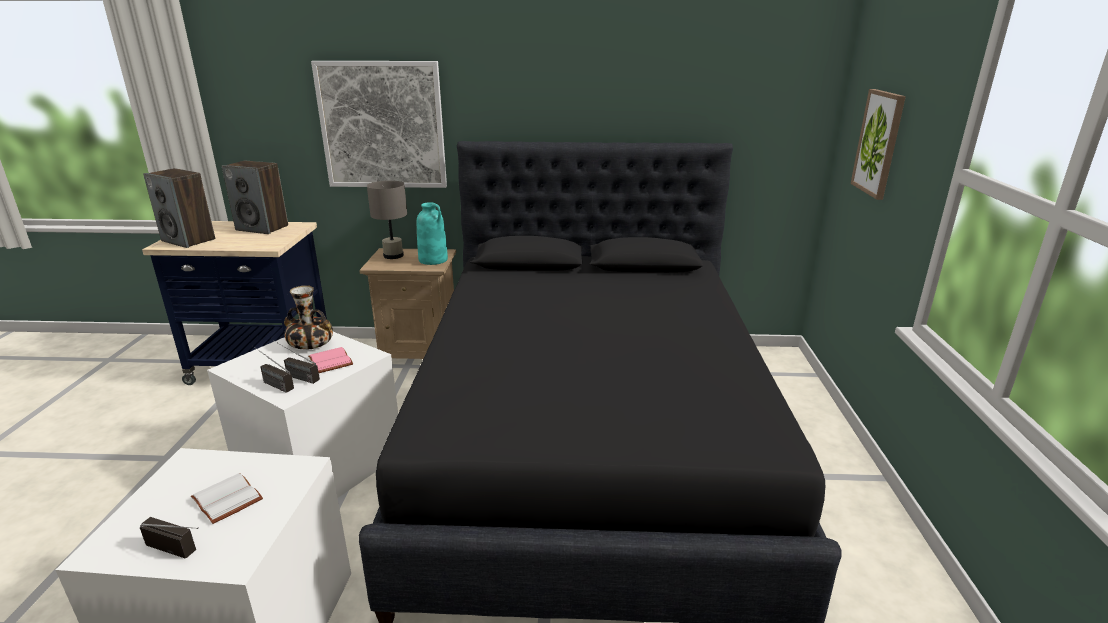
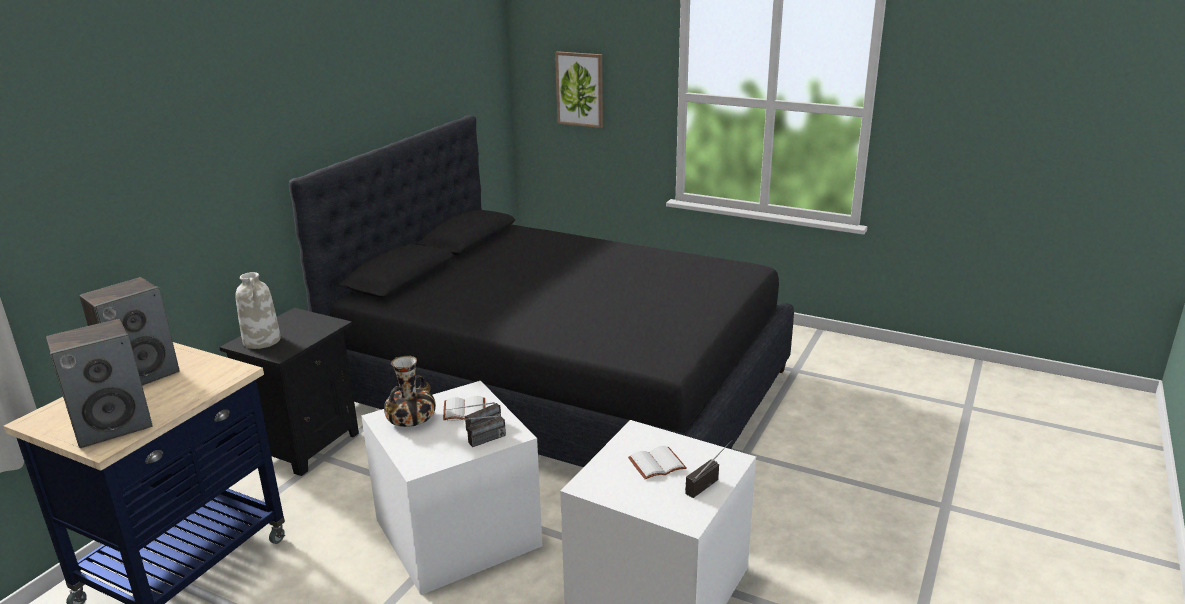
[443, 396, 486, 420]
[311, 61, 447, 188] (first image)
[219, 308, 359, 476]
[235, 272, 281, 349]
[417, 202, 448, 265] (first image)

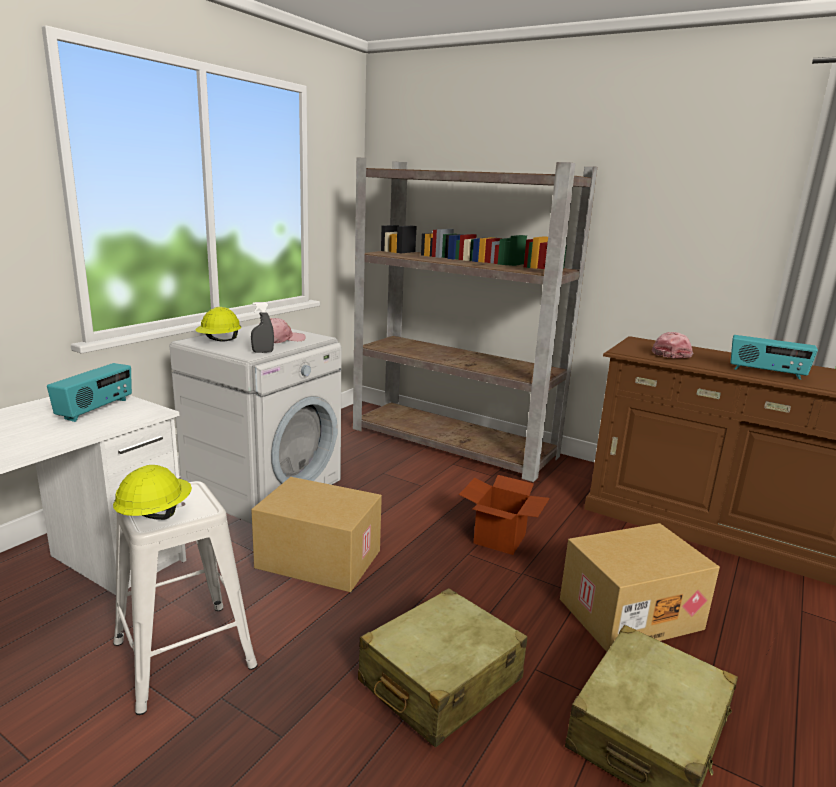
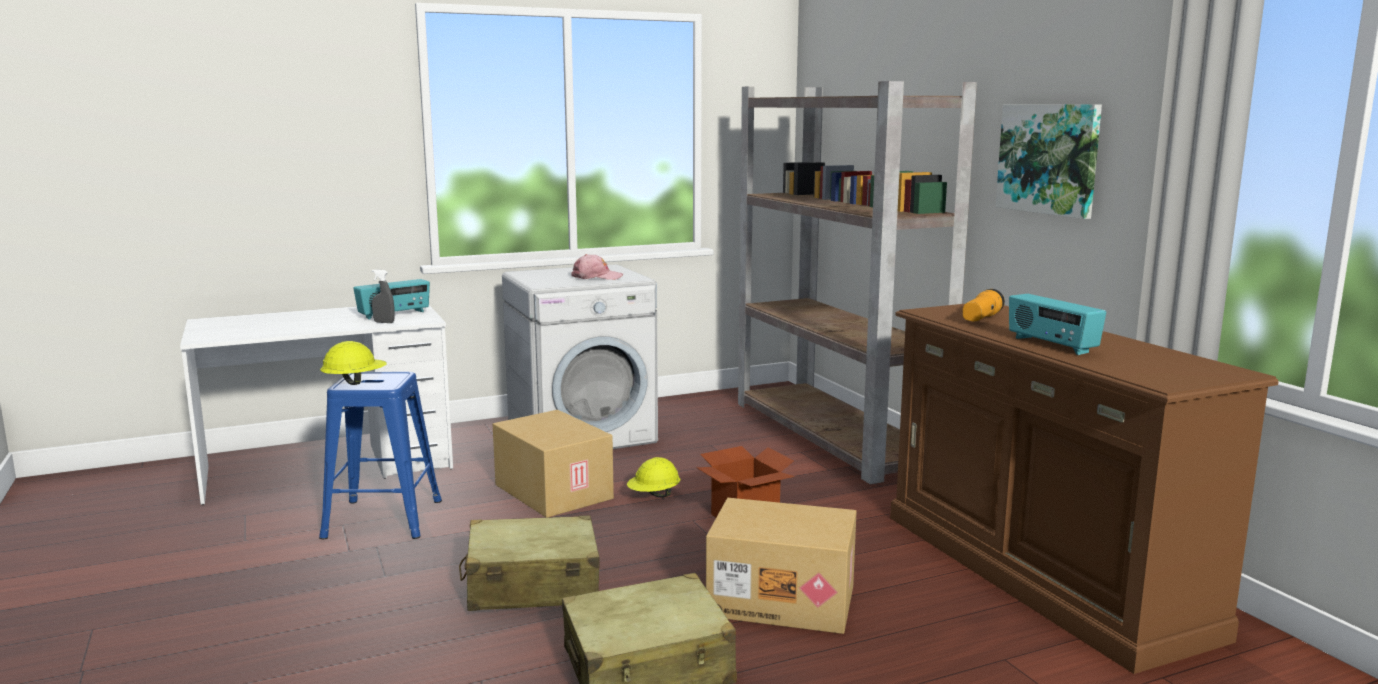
[319, 372, 442, 539]
[627, 457, 680, 498]
[372, 269, 395, 323]
[962, 289, 1005, 322]
[996, 104, 1102, 219]

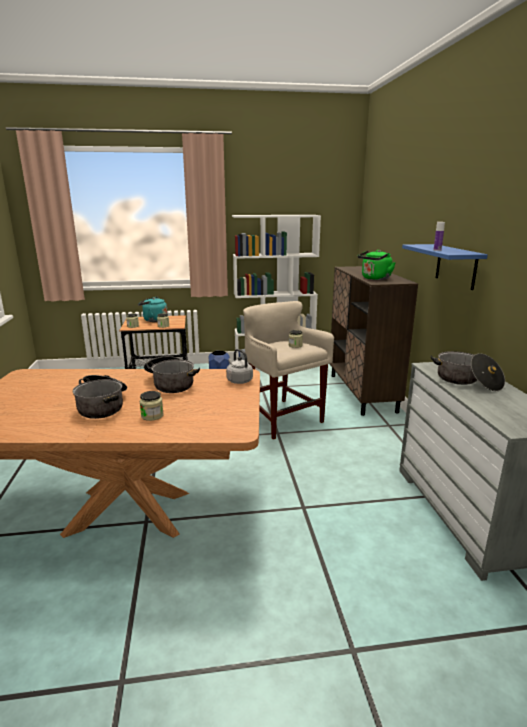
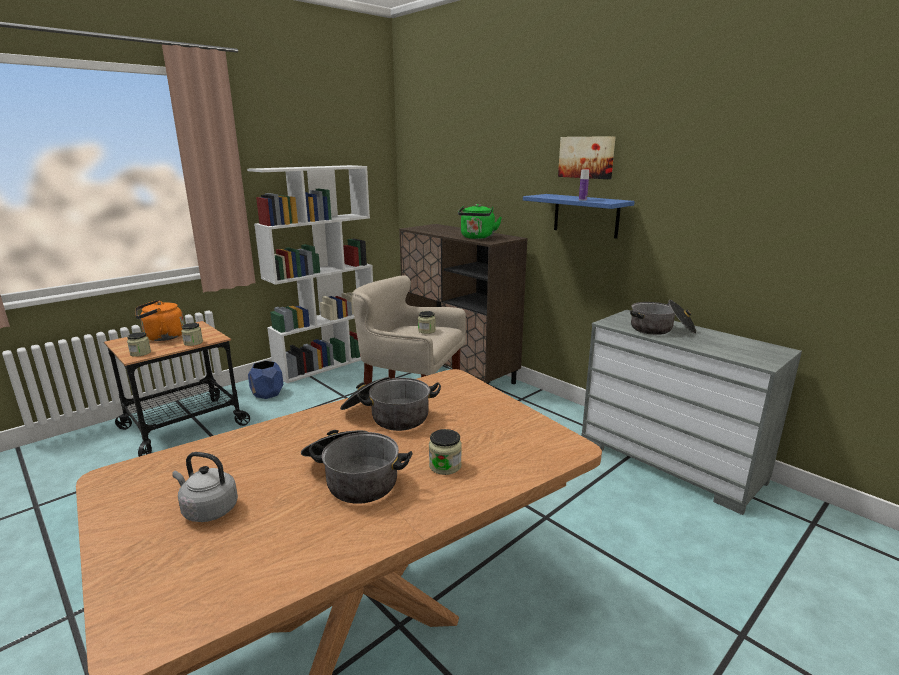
[135, 300, 184, 341]
[172, 452, 238, 522]
[558, 136, 616, 179]

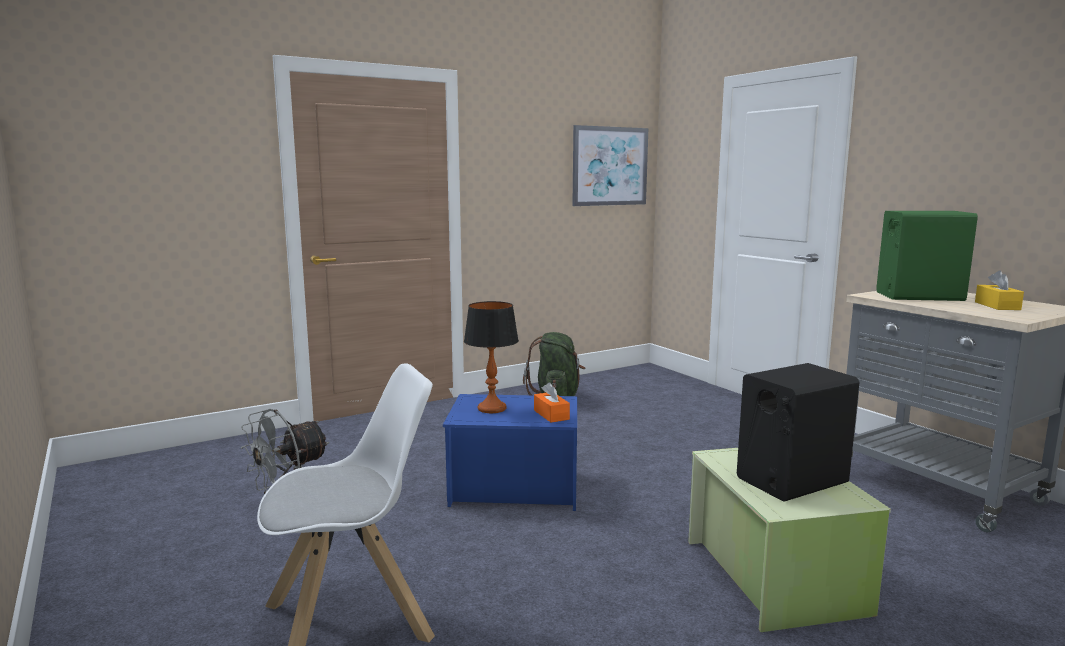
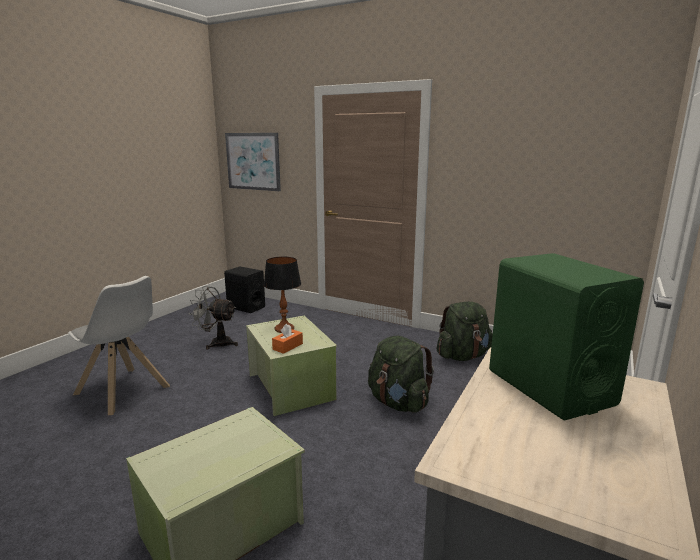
[246, 316, 337, 416]
[225, 133, 281, 191]
[224, 266, 265, 313]
[975, 270, 1024, 310] (first image)
[368, 335, 434, 413]

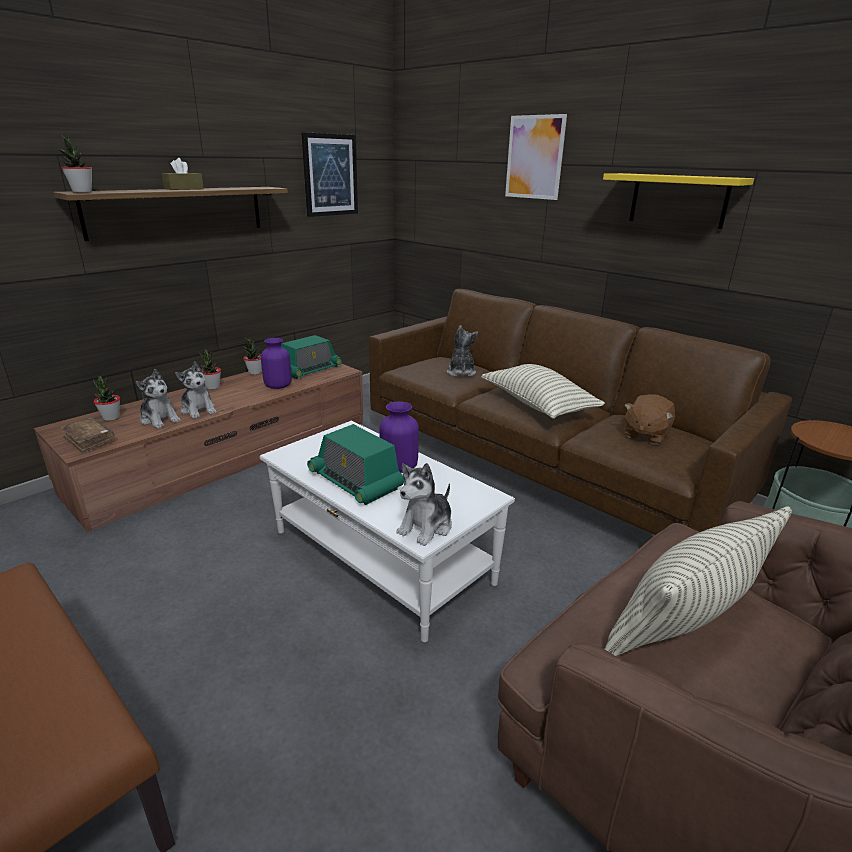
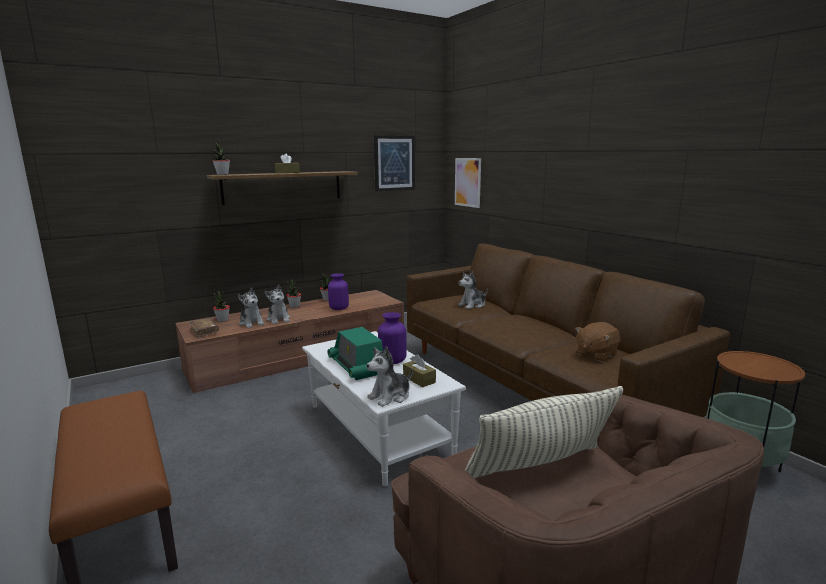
[281, 335, 342, 379] (first image)
[458, 271, 488, 309]
[481, 364, 605, 419] (first image)
[455, 158, 481, 208]
[603, 173, 754, 229] (first image)
[403, 354, 436, 387]

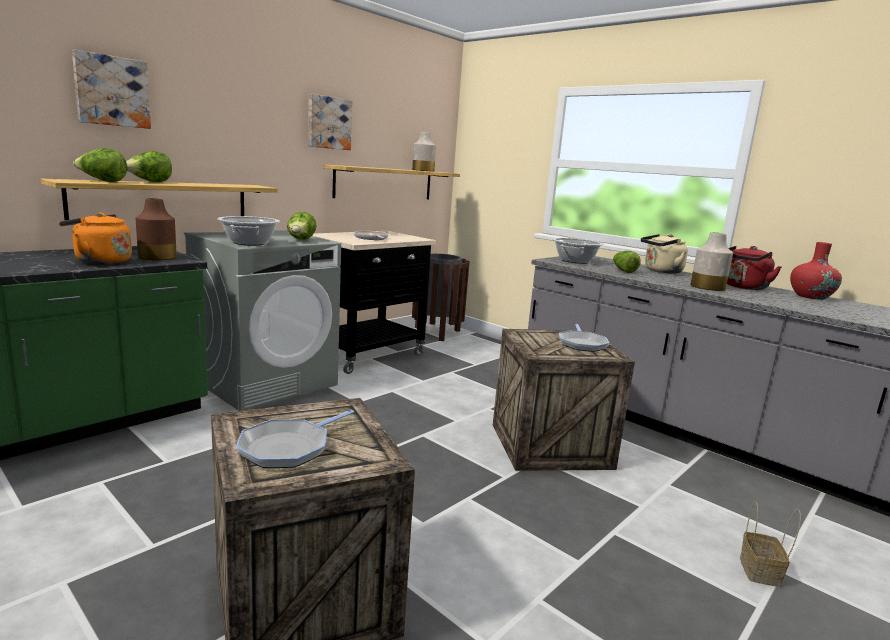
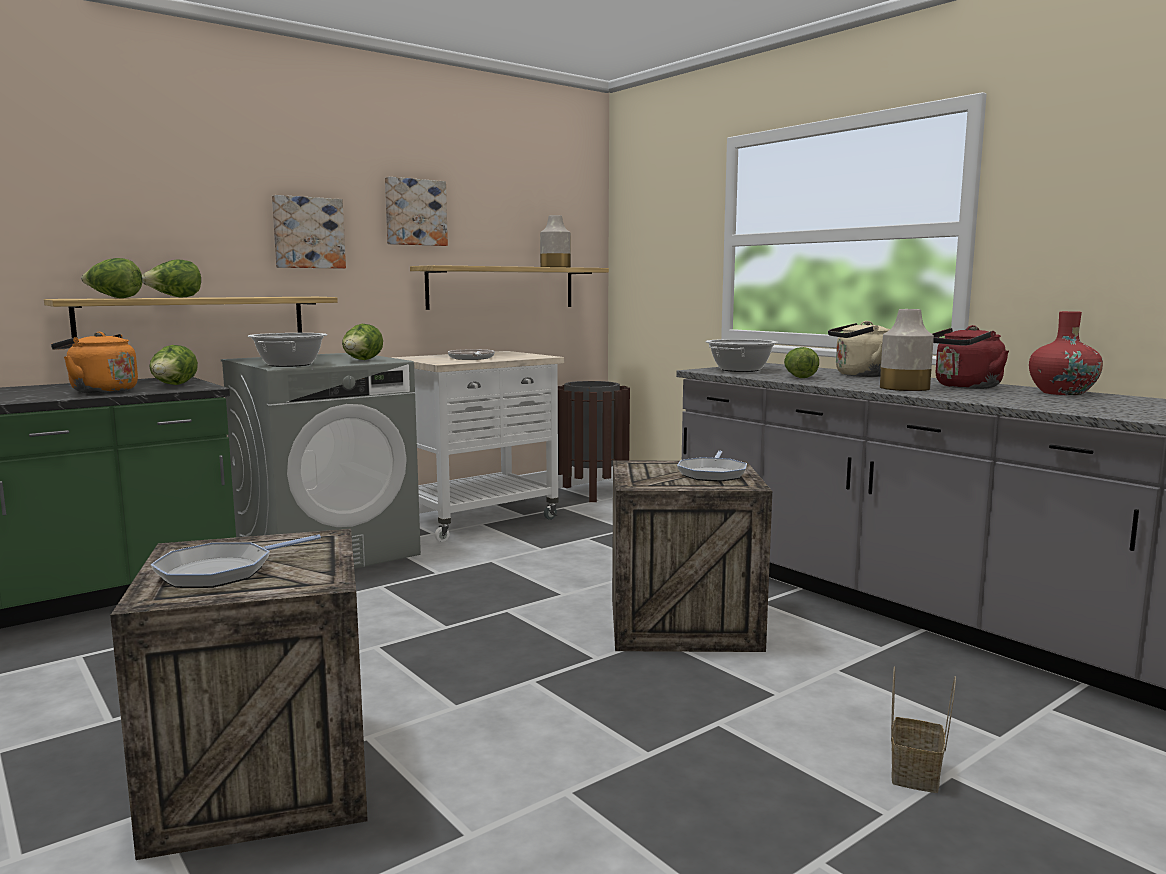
[272, 195, 346, 269]
[149, 345, 198, 385]
[391, 351, 564, 542]

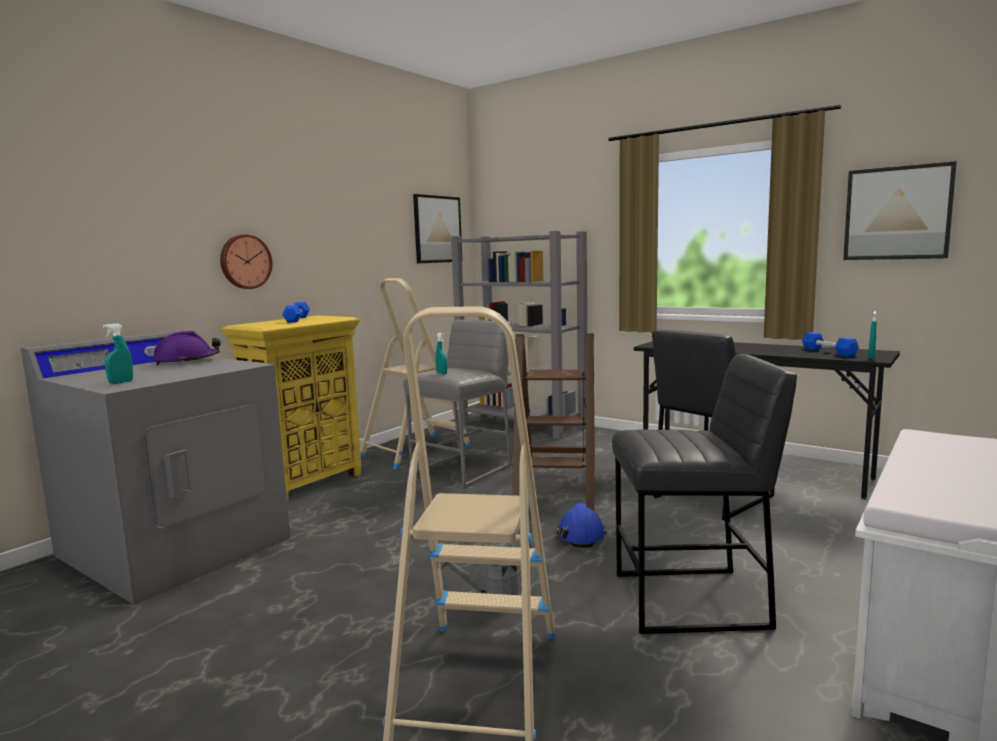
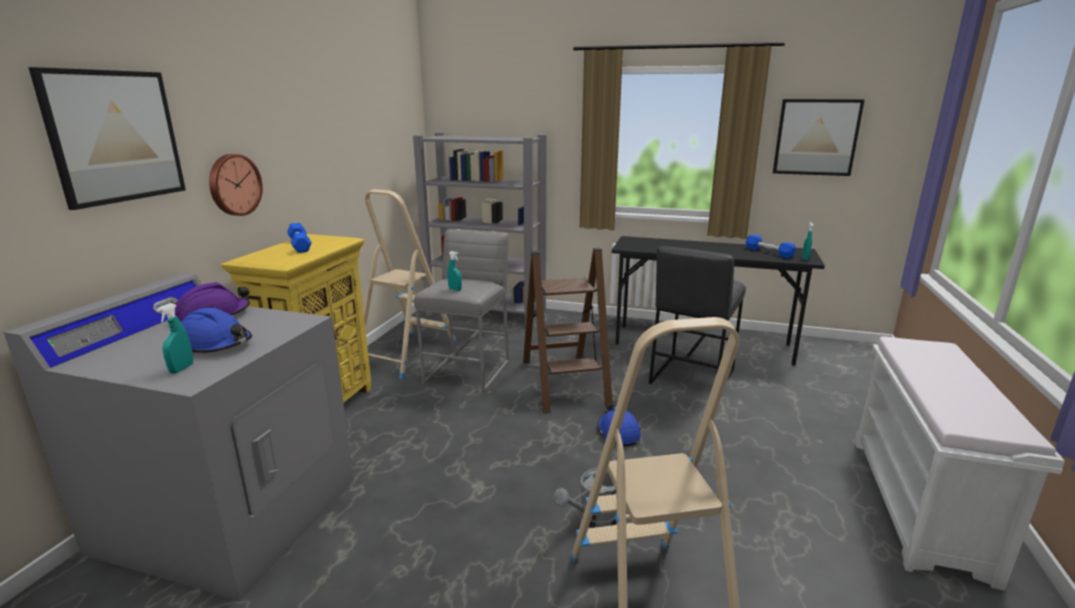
[28, 67, 186, 210]
[612, 354, 797, 634] (first image)
[181, 308, 252, 353]

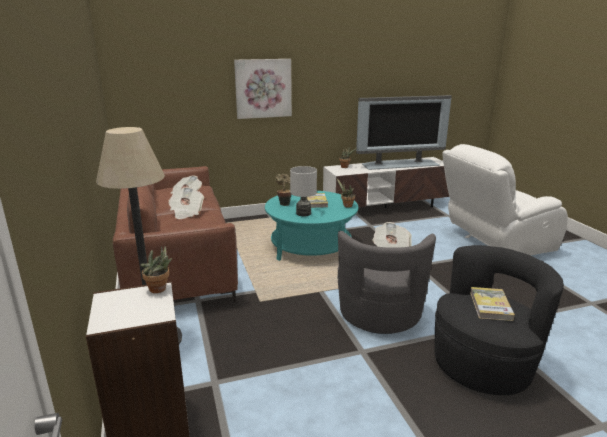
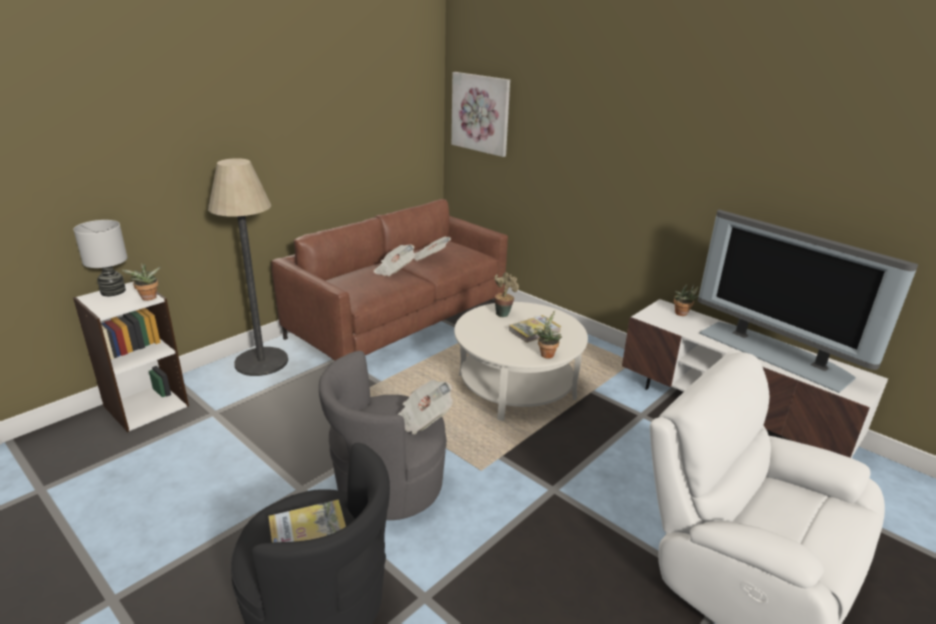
[451, 72, 510, 157]
[454, 302, 588, 421]
[73, 220, 128, 296]

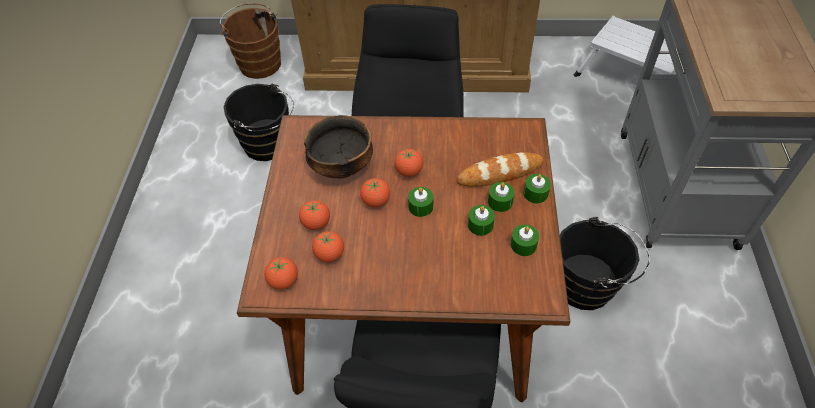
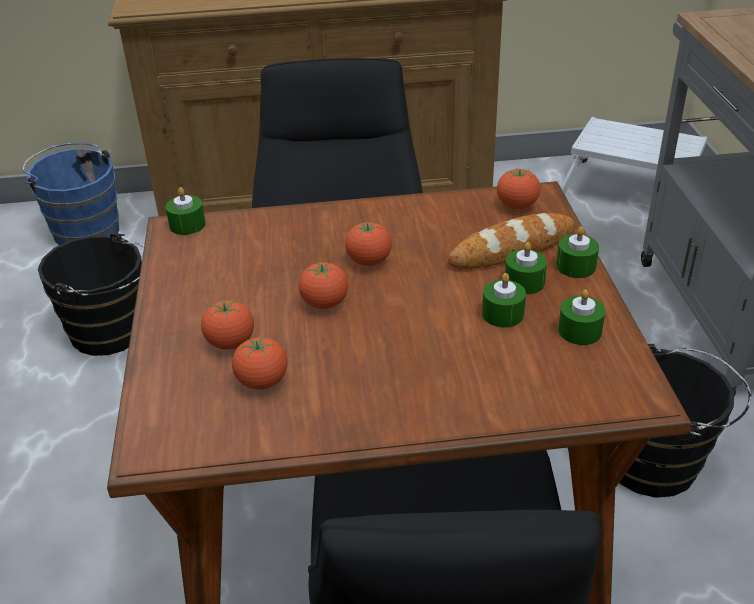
[23, 143, 119, 245]
[497, 168, 541, 209]
[304, 115, 373, 178] (first image)
[166, 187, 206, 235]

